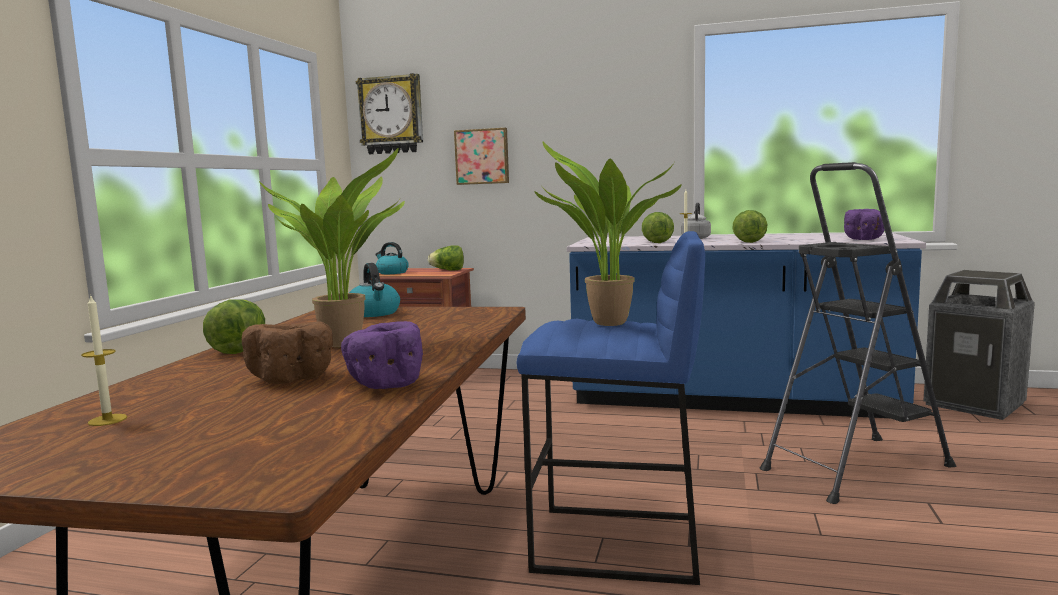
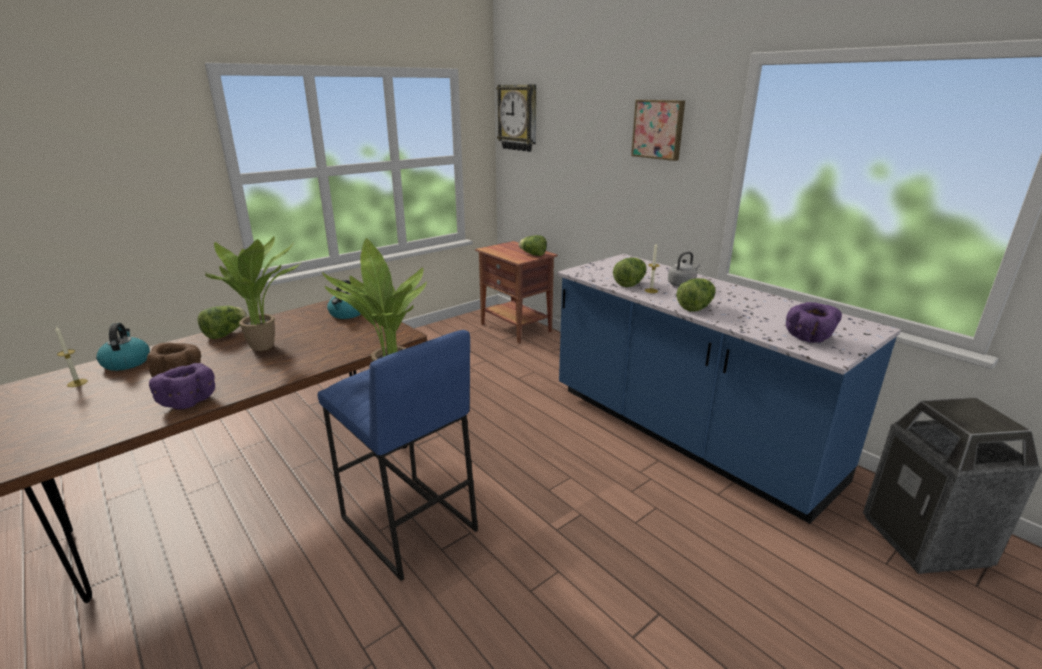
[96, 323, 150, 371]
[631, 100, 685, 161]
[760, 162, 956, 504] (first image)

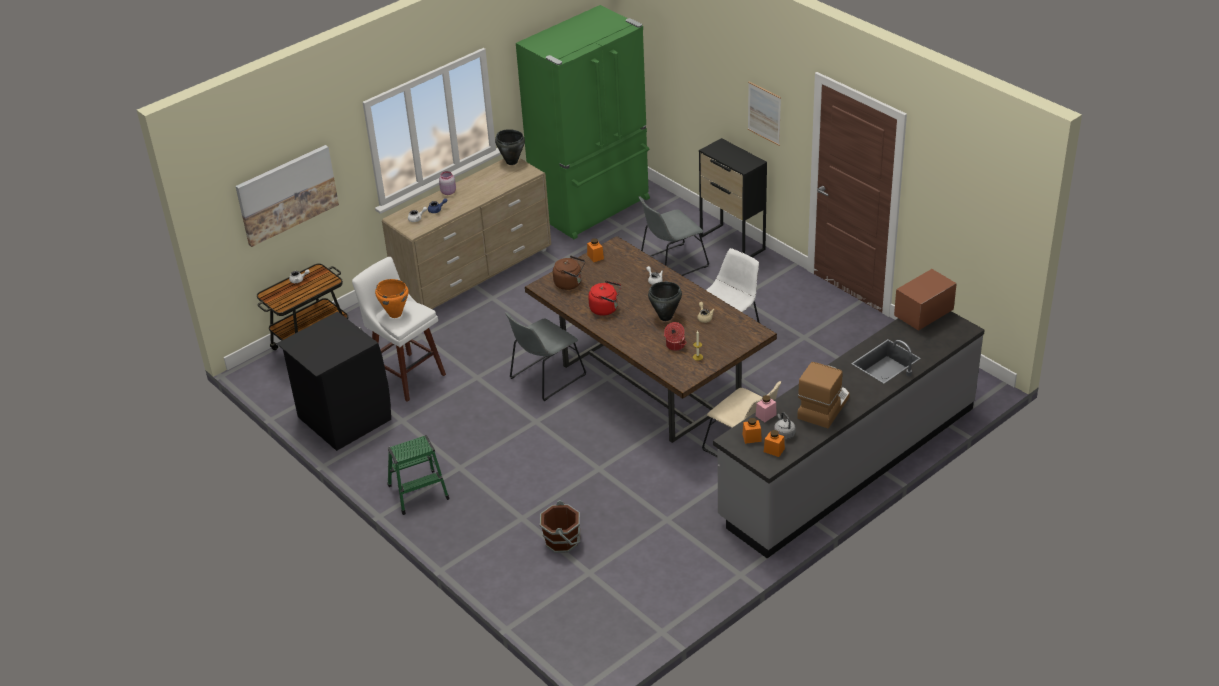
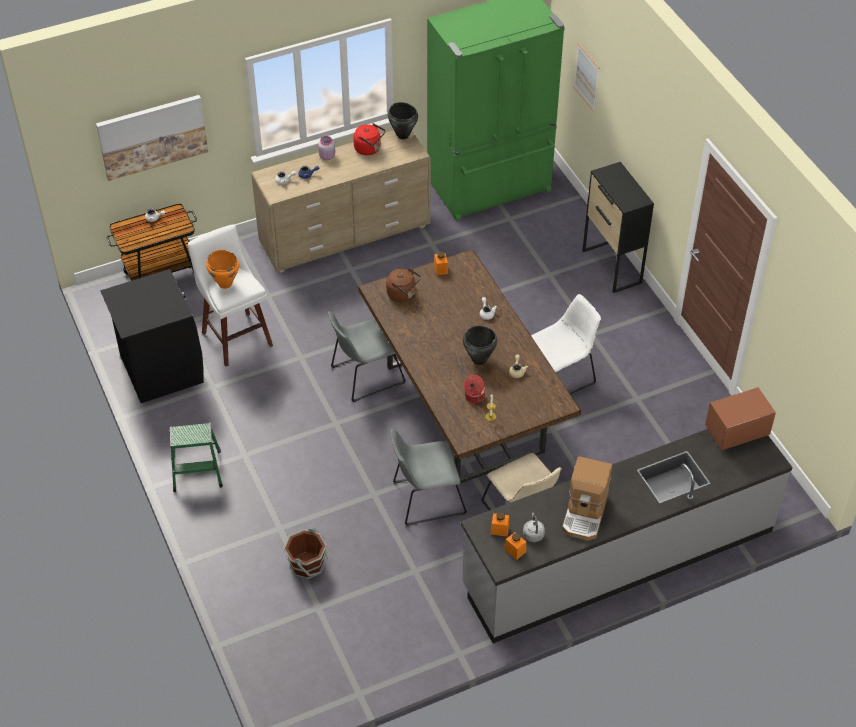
[353, 123, 386, 155]
[391, 428, 467, 526]
[573, 42, 600, 113]
[756, 395, 777, 422] (first image)
[562, 456, 612, 541]

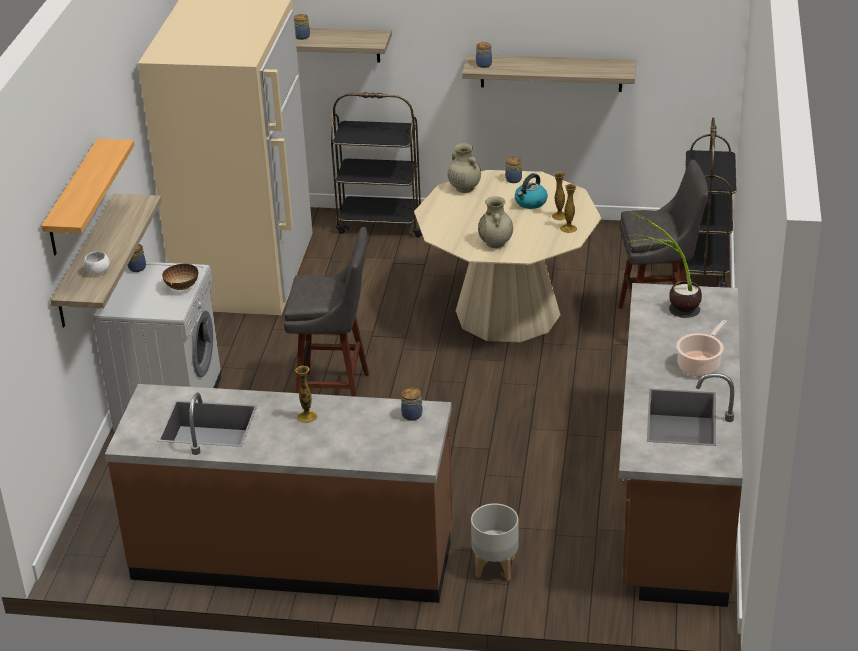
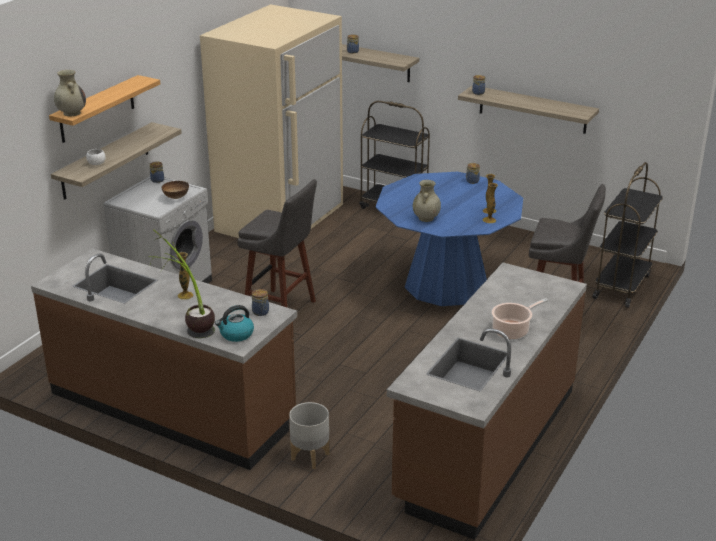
[375, 172, 523, 306]
[54, 70, 86, 116]
[215, 305, 254, 342]
[148, 229, 215, 338]

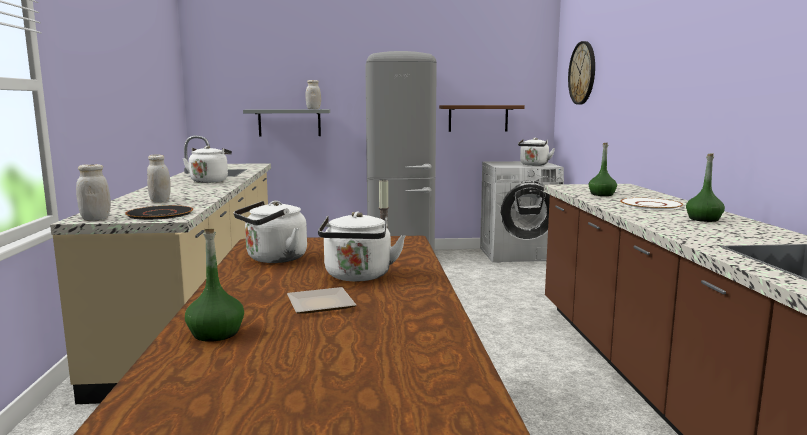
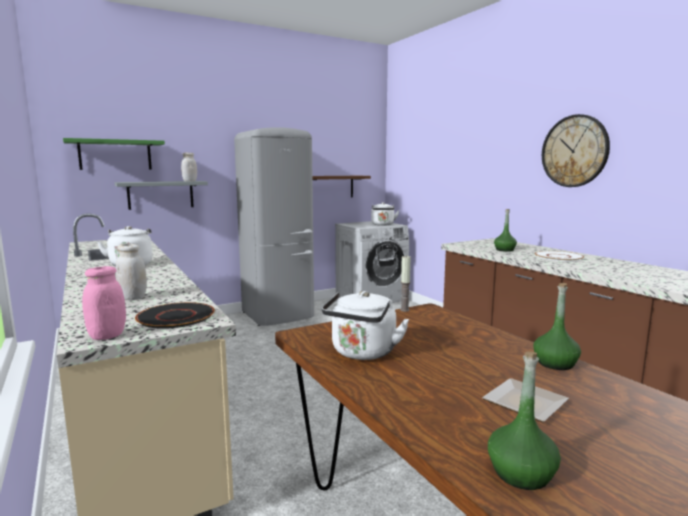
[82, 266, 126, 340]
[318, 212, 406, 281] (first image)
[542, 114, 610, 187]
[533, 283, 581, 370]
[63, 138, 165, 170]

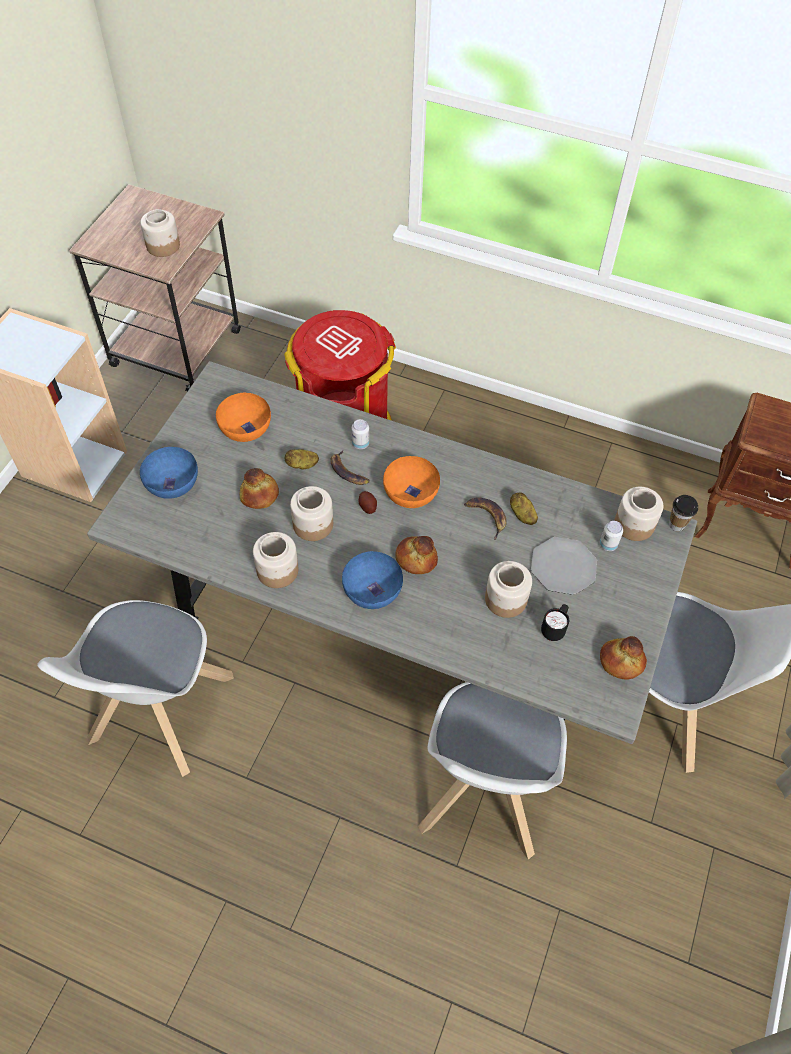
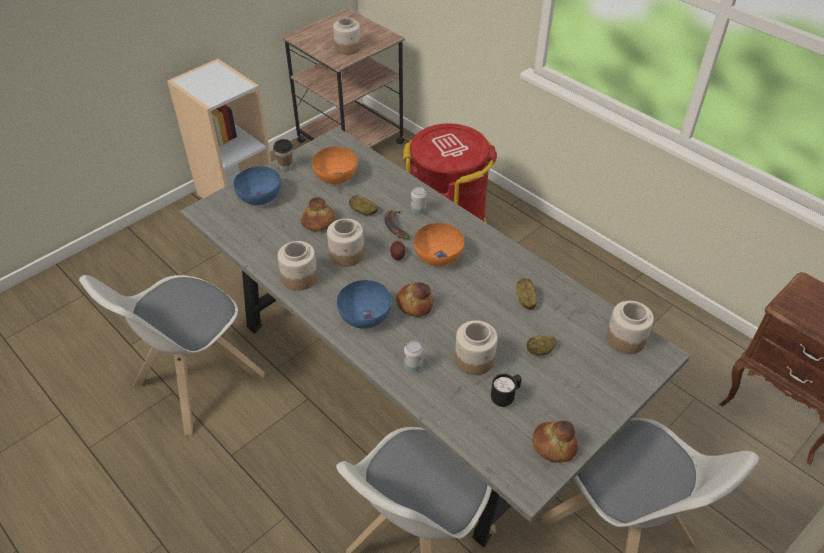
[464, 498, 506, 540] (first image)
[527, 335, 556, 356]
[404, 341, 423, 372]
[273, 139, 293, 171]

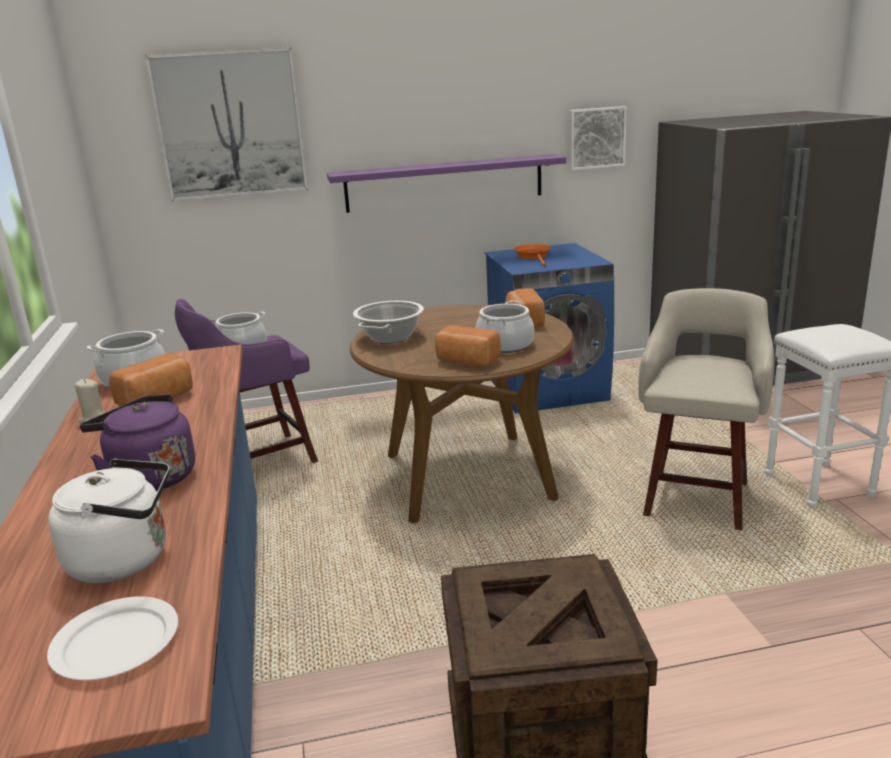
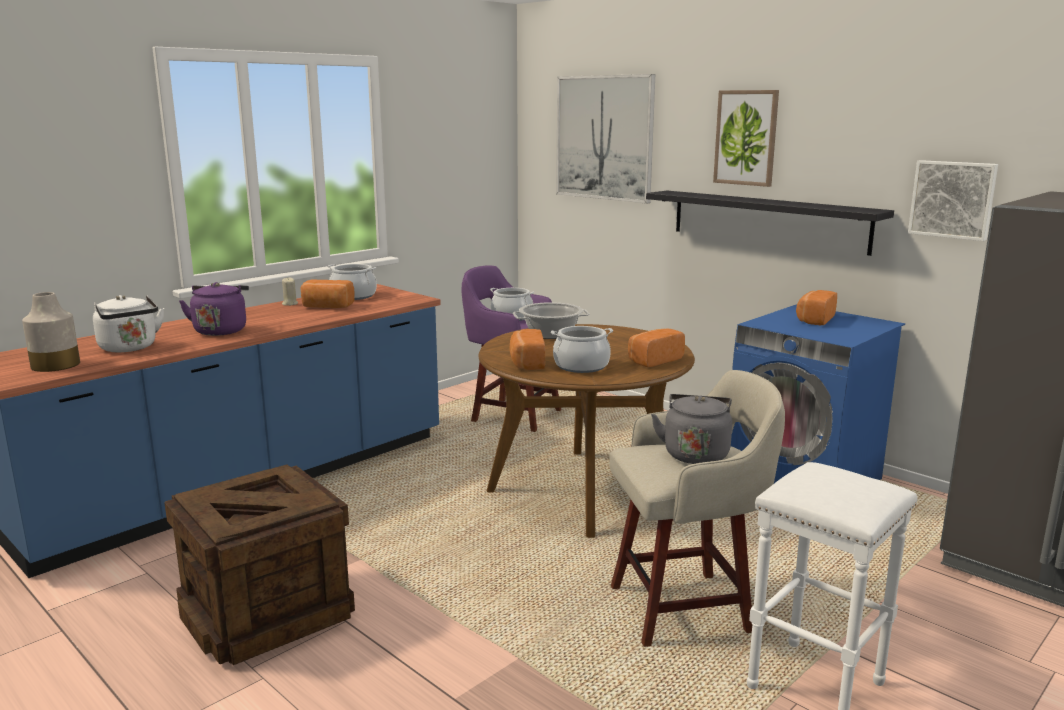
[22, 292, 80, 372]
[646, 191, 894, 256]
[796, 290, 837, 325]
[651, 394, 732, 464]
[713, 90, 779, 187]

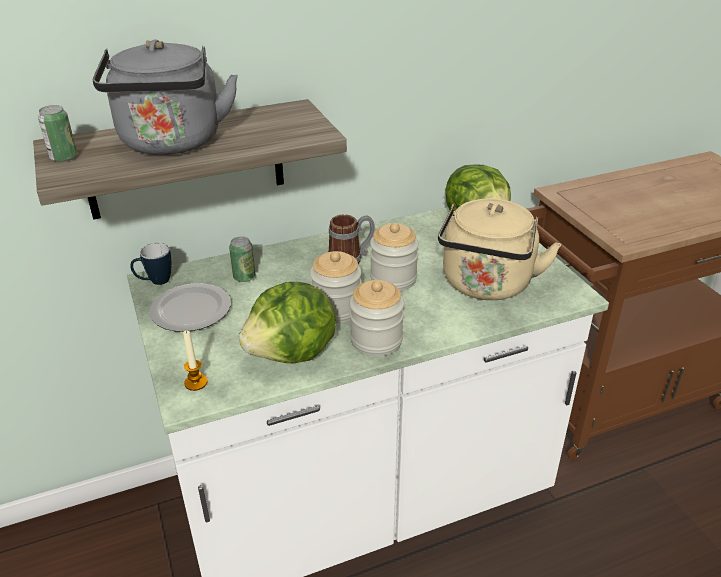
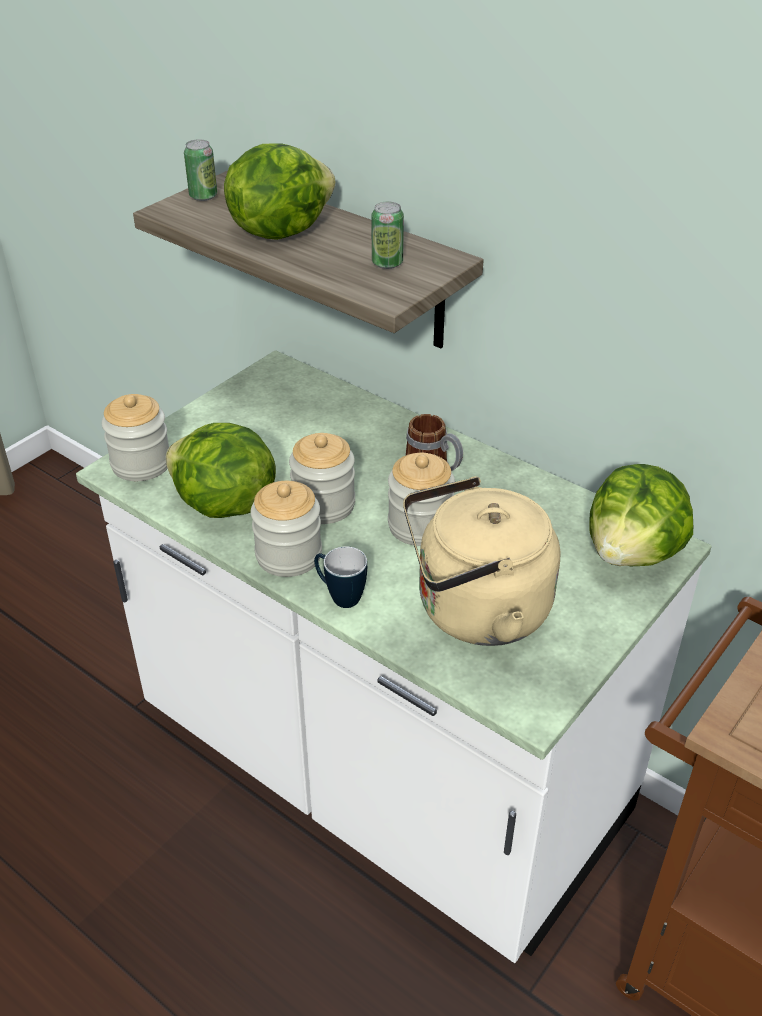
[224, 143, 336, 240]
[314, 546, 367, 608]
[150, 283, 231, 332] (first image)
[102, 394, 169, 481]
[371, 201, 404, 269]

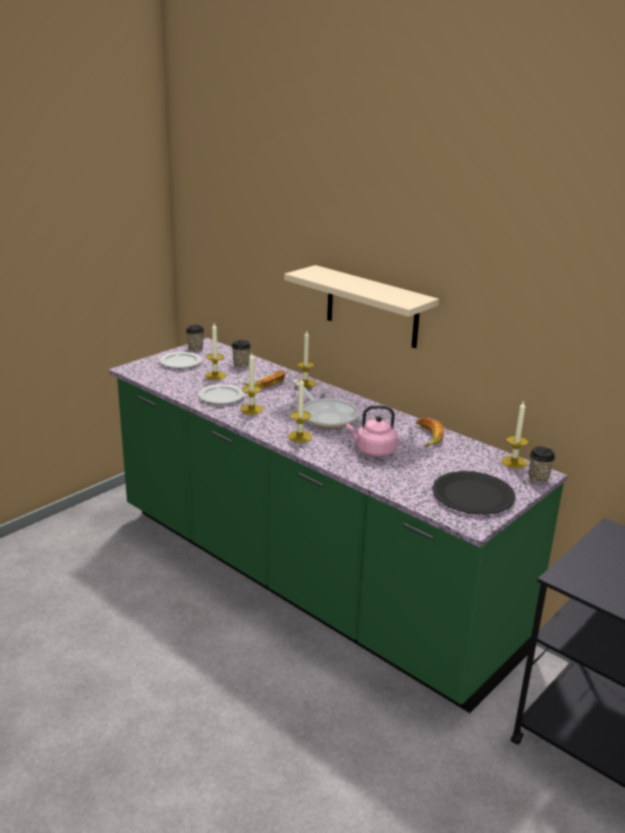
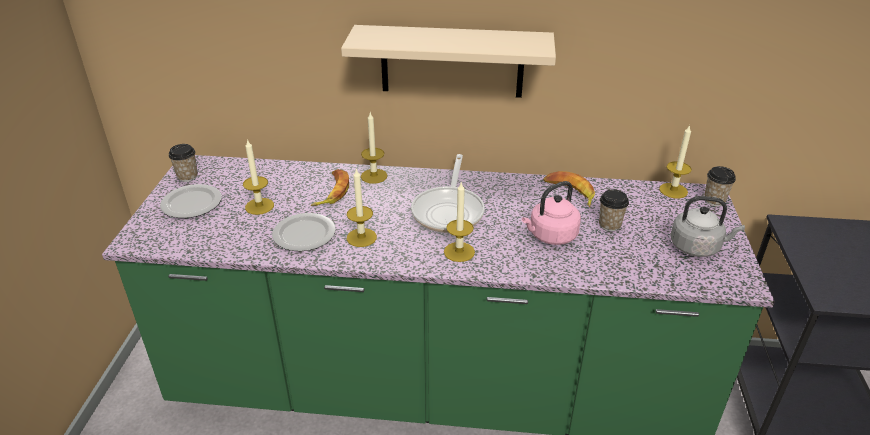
[599, 189, 629, 231]
[411, 154, 484, 233]
[670, 196, 745, 257]

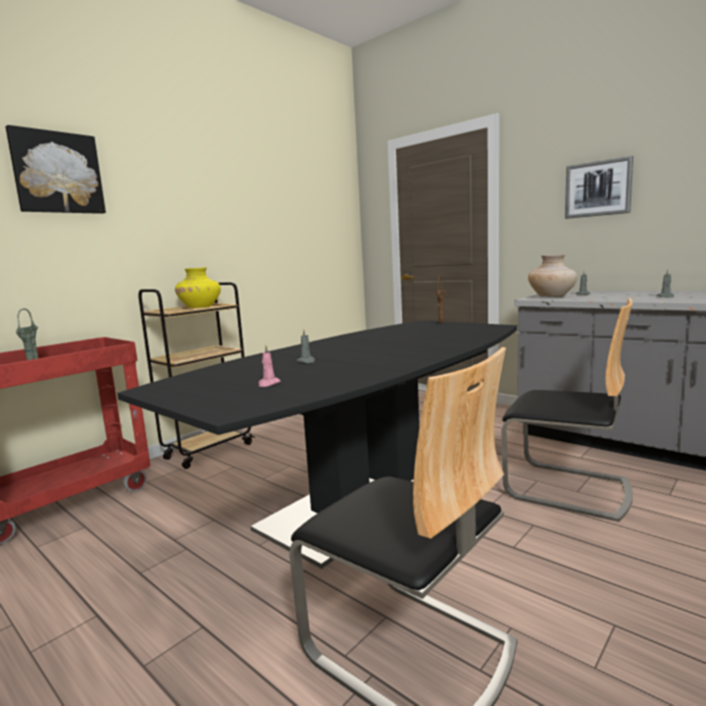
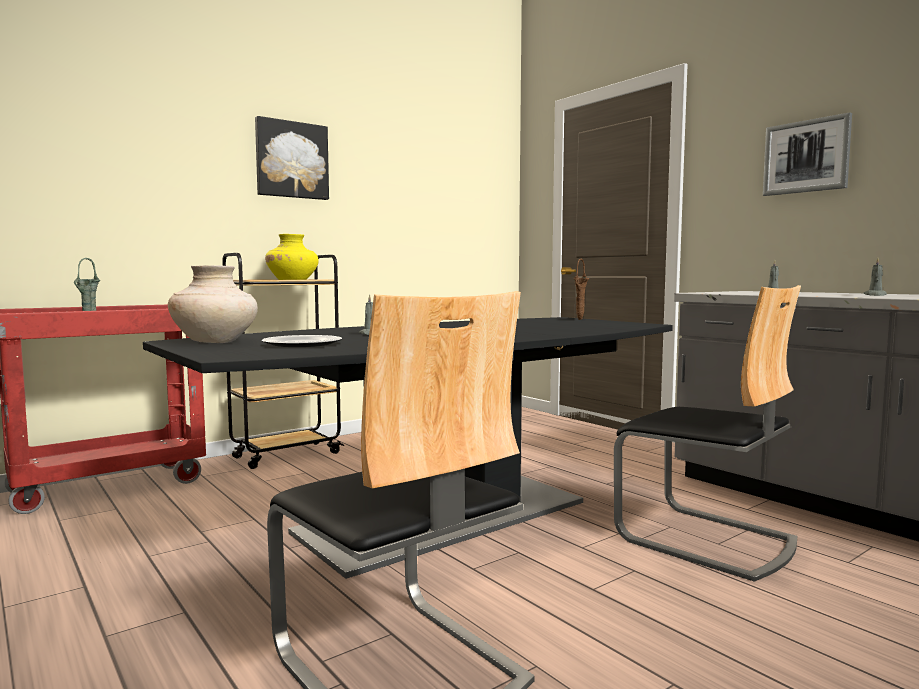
[255, 116, 329, 200]
[262, 335, 342, 347]
[168, 265, 258, 343]

